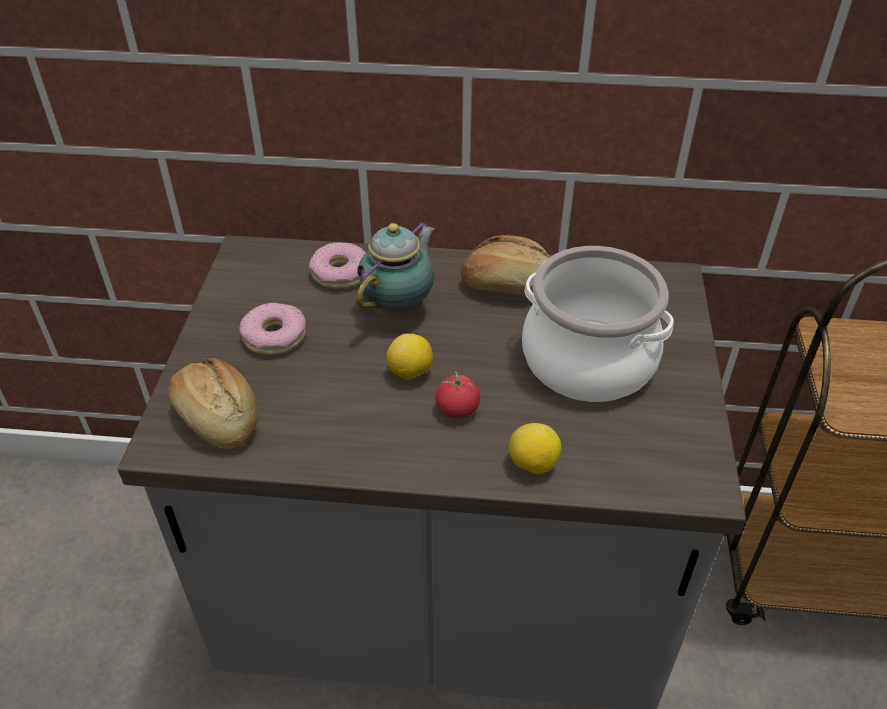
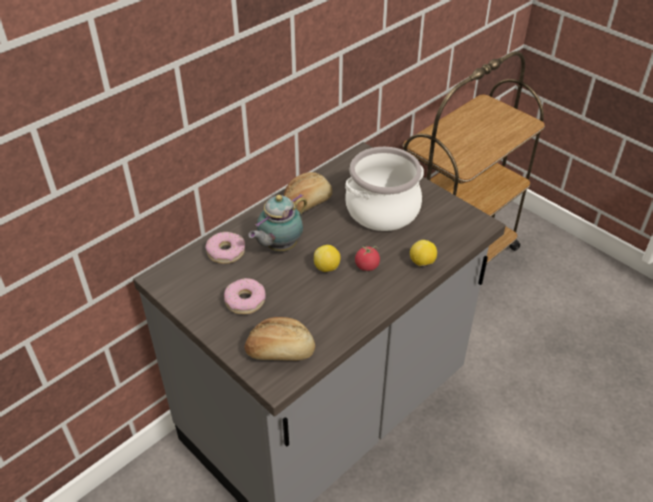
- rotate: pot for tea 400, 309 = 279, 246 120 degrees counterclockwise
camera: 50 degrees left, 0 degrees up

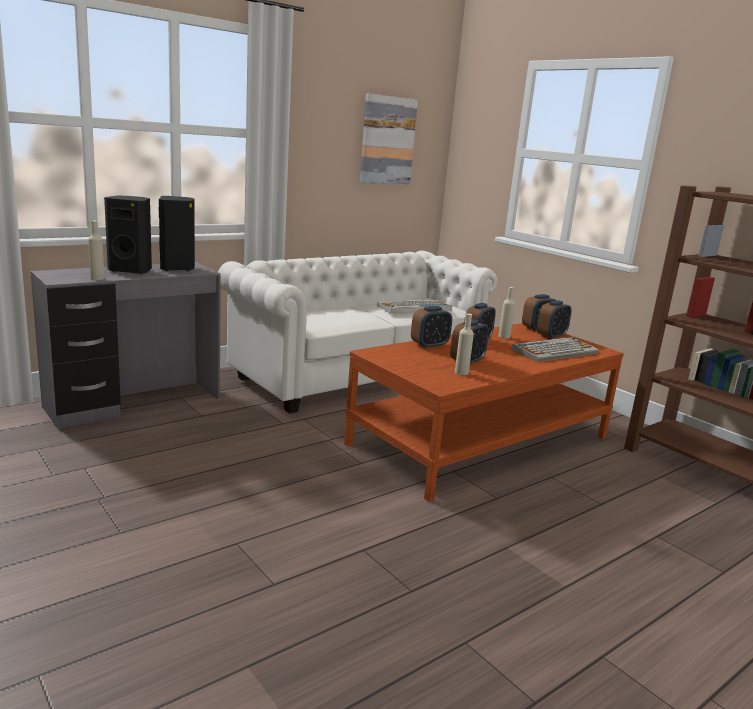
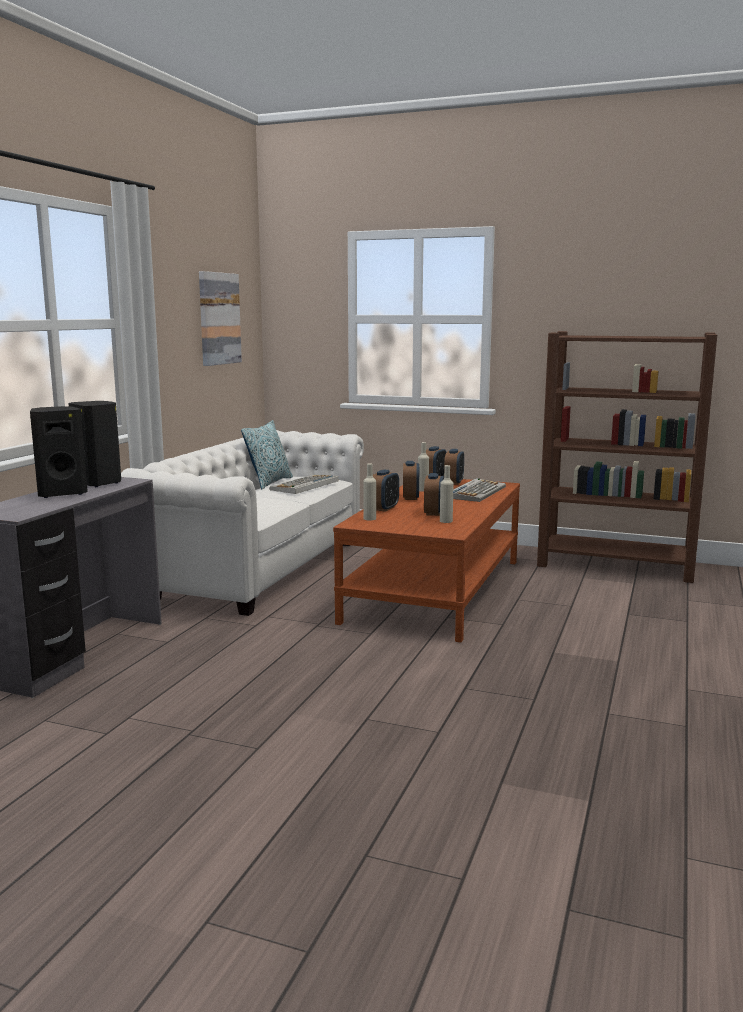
- move: beige-coloured bottle 97, 278 to 369, 518
- insert: throw pillow 269, 482
camera: 30 degrees left, 5 degrees down

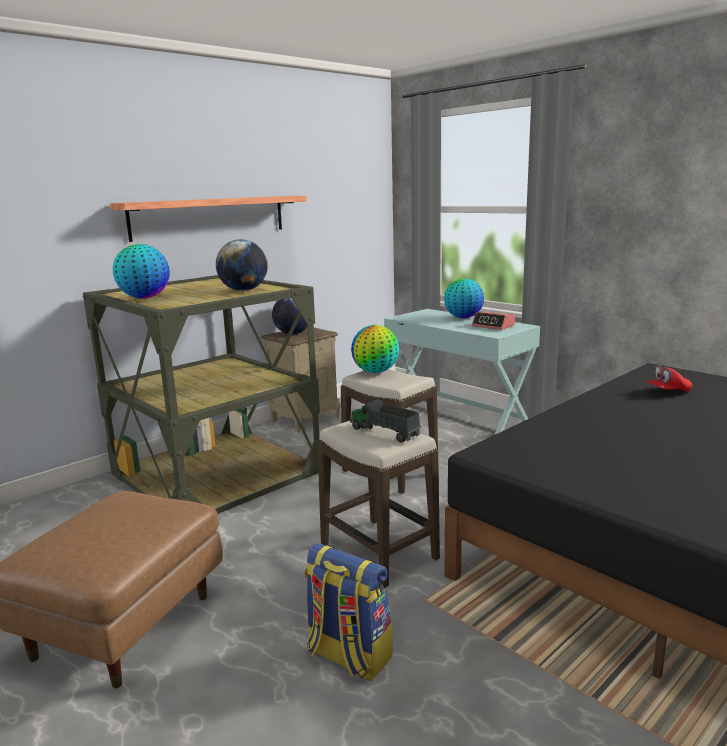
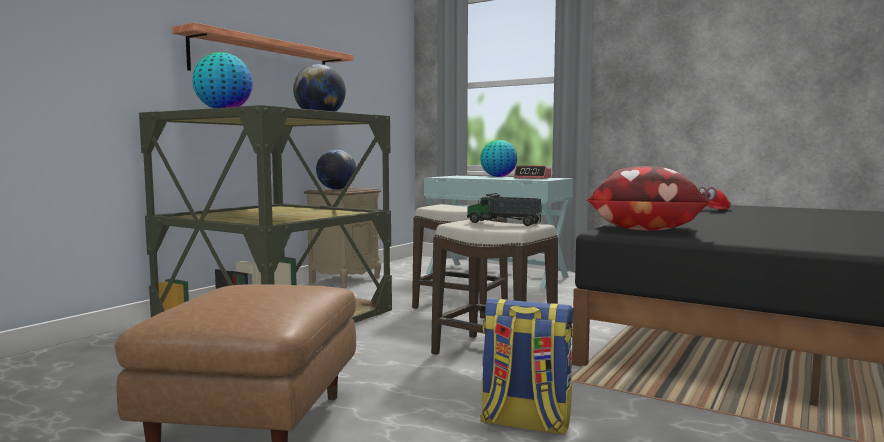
- delete: globe 376, 372
- insert: throw pillow 642, 229
camera: 15 degrees left, 10 degrees down

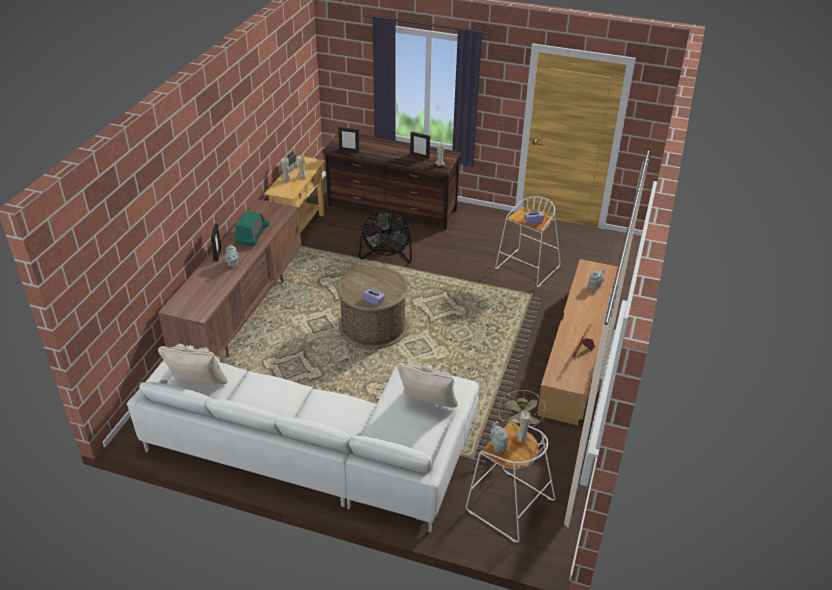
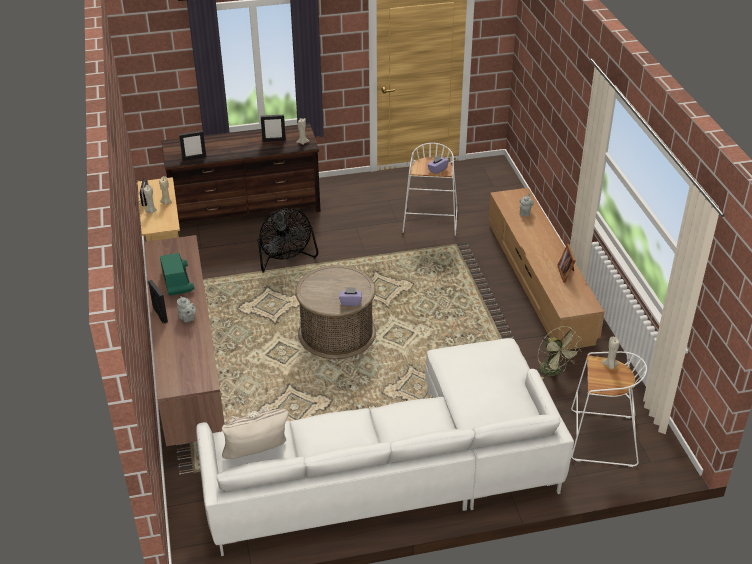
- delete: beige-coloured throw pillow 427, 404
- delete: grey pot for tea 498, 445
camera: 30 degrees left, 0 degrees up

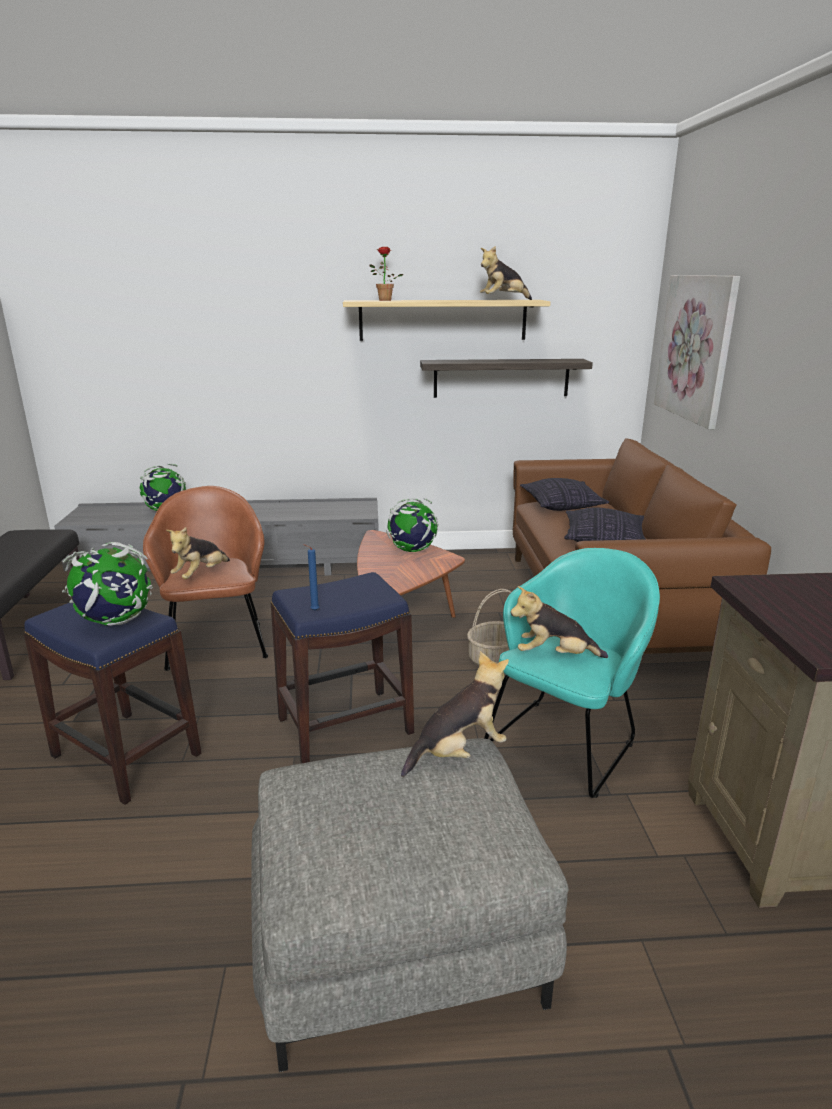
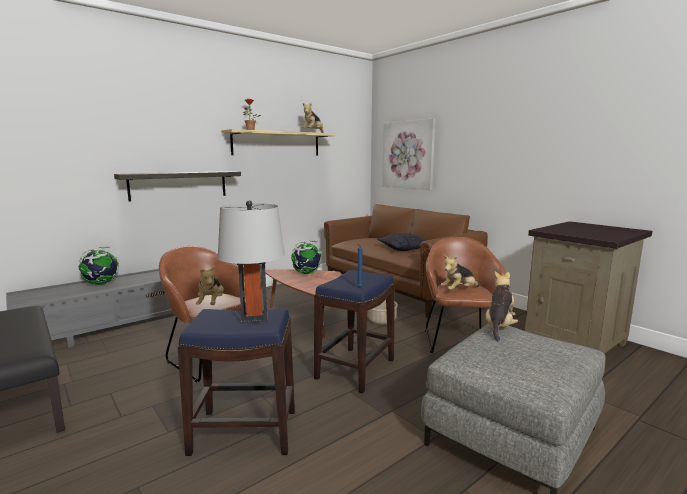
- replace: globe 115, 621 to grey table lamp 254, 317
- move: wall shelf 501, 378 to 179, 185
- recolor: turquoise easy chair 566, 740 to brownish easy chair 458, 340
- delete: throw pillow 562, 506
camera: 35 degrees left, 10 degrees down

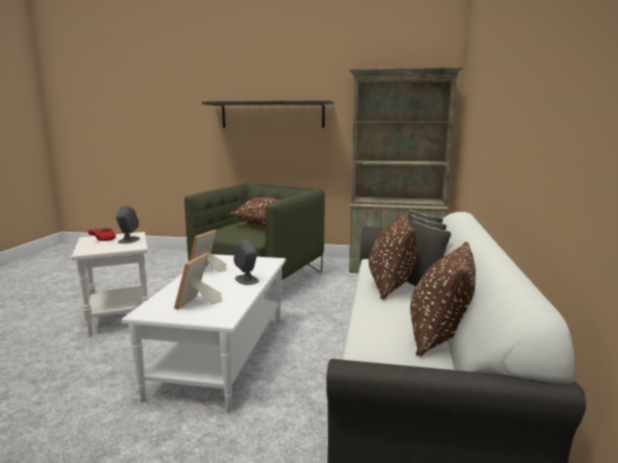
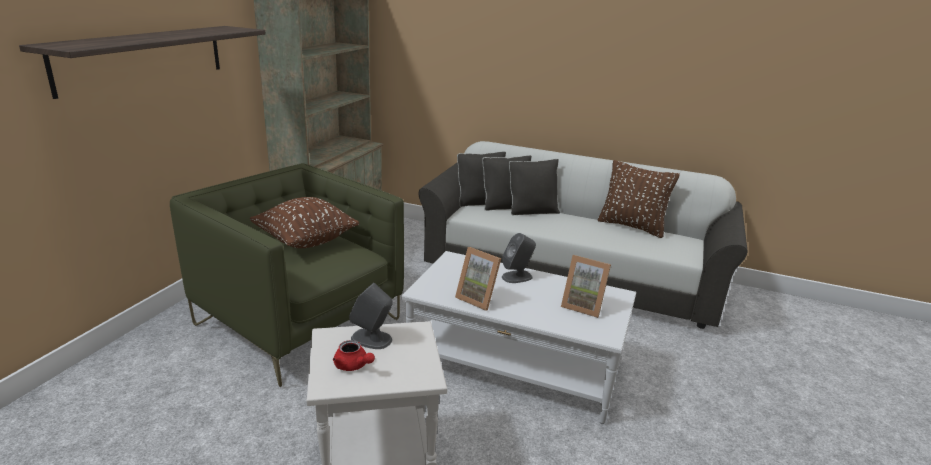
- delete: brownish throw pillow 390, 286
camera: 80 degrees left, 10 degrees up

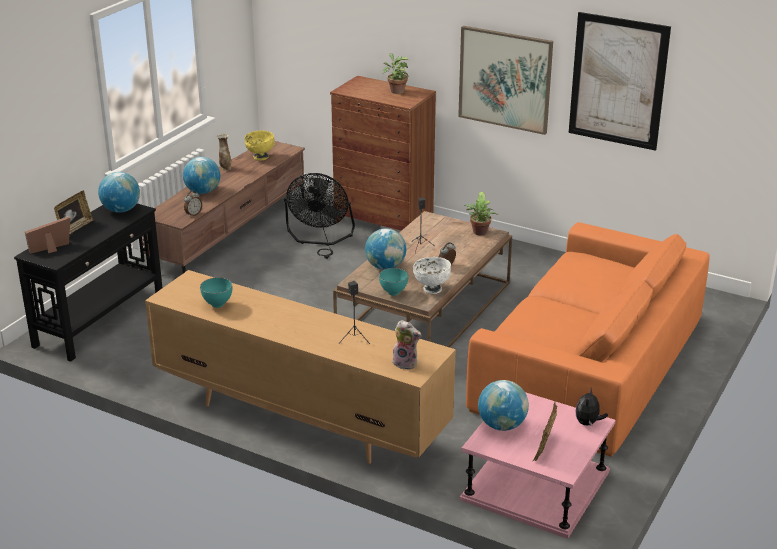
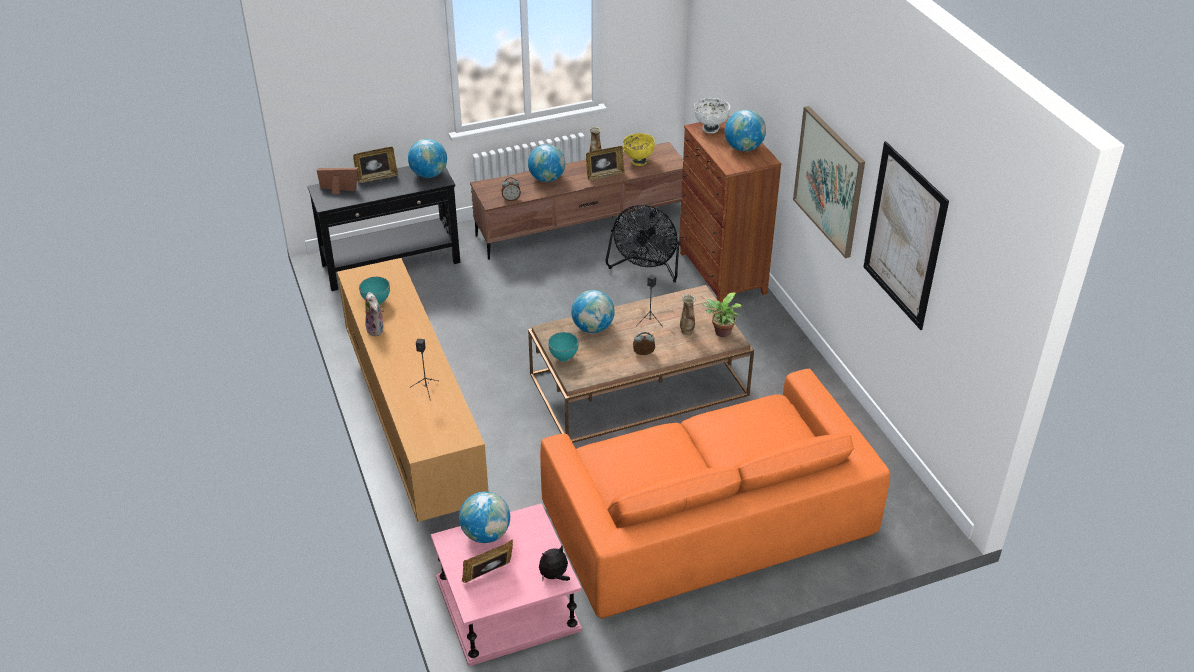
- rotate: black electric fan 319, 240 = 643, 266 150 degrees clockwise
- replace: plant in a pot 396, 91 to globe 743, 148
- move: cuddly toy 406, 363 to 376, 330
- move: white bowl 432, 289 to 710, 128
- insert: photo frame 604, 175
- insert: vase 686, 331
camera: 40 degrees right, 10 degrees up

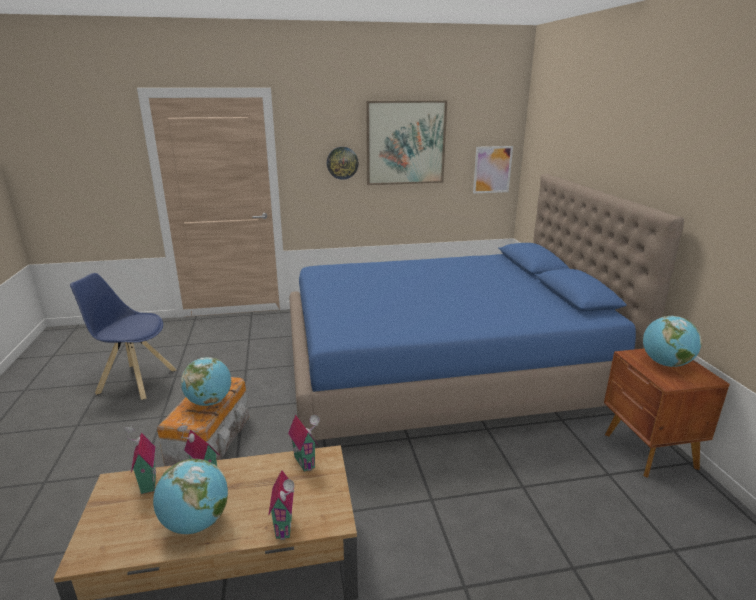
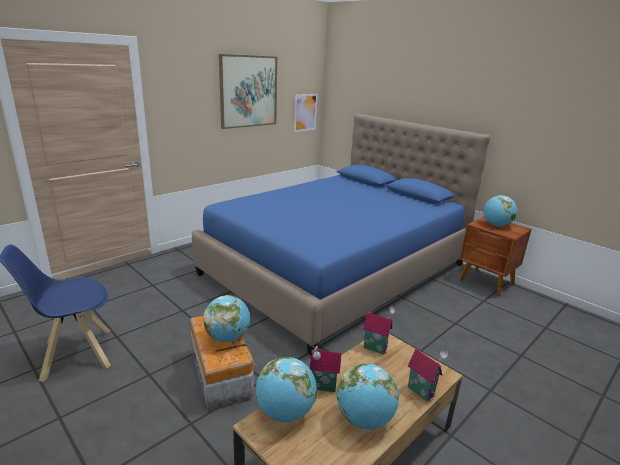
- replace: toy house 146, 483 to globe 285, 412
- delete: hanging clock 342, 163
camera: 35 degrees left, 0 degrees up

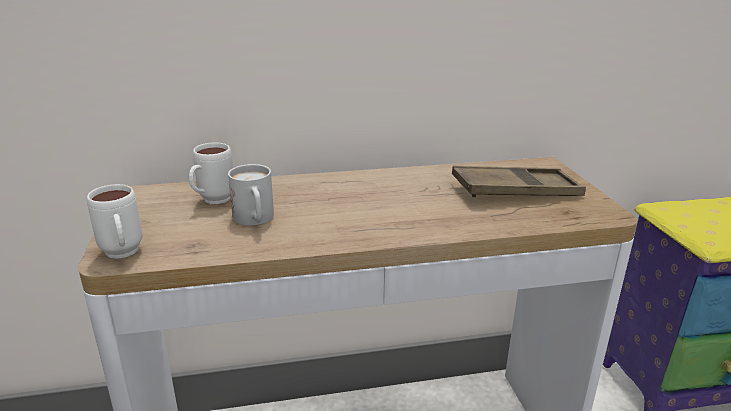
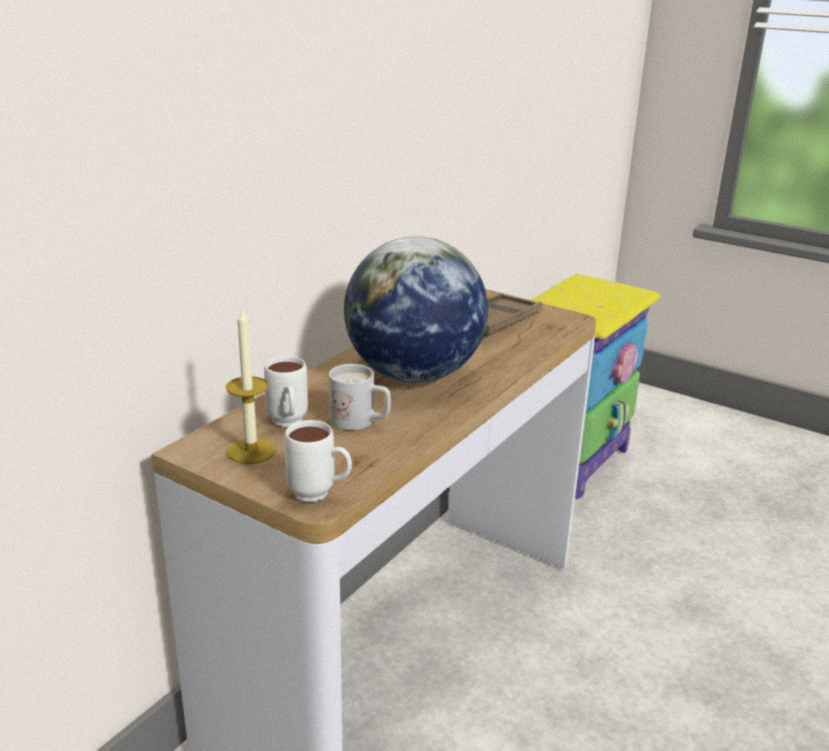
- insert: wax light 251, 451
- insert: globe 413, 375
camera: 45 degrees left, 0 degrees up

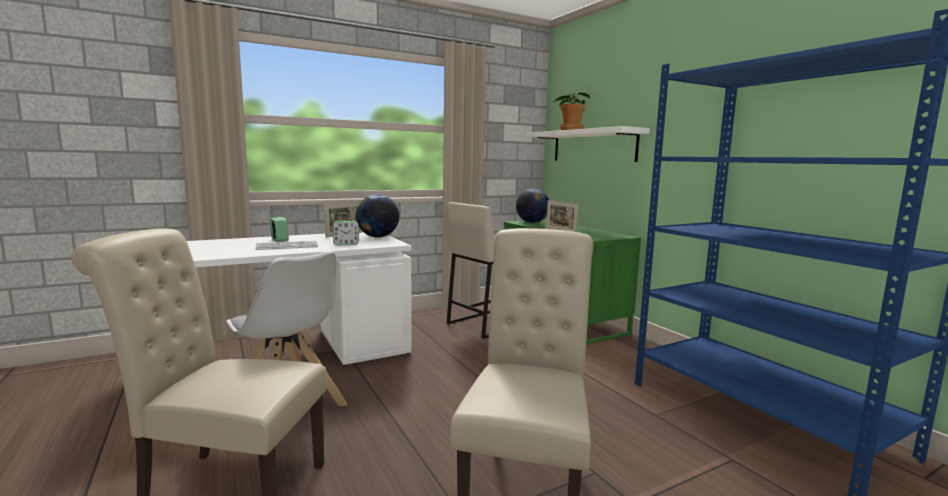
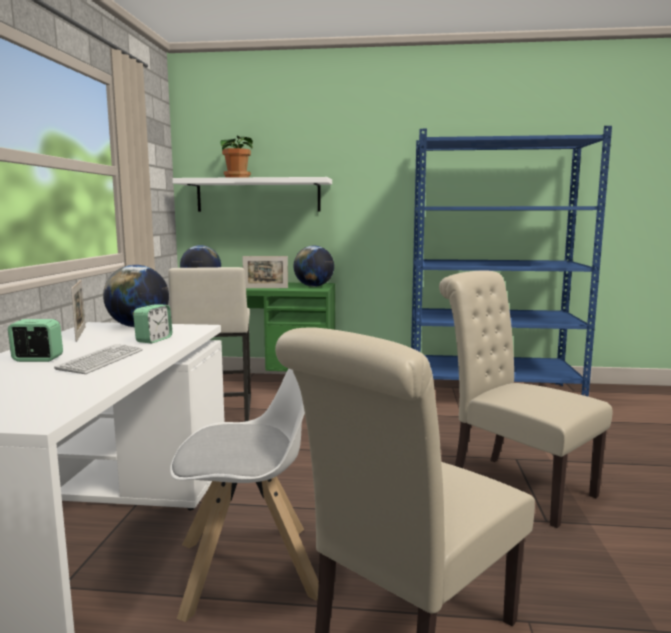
- insert: globe 313, 286
camera: 55 degrees left, 0 degrees up

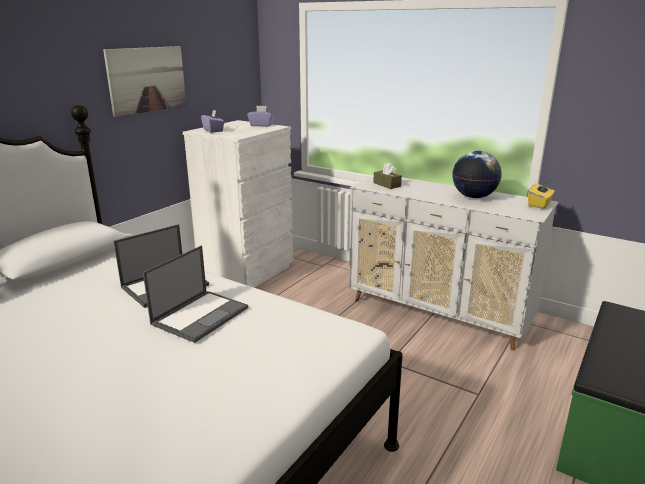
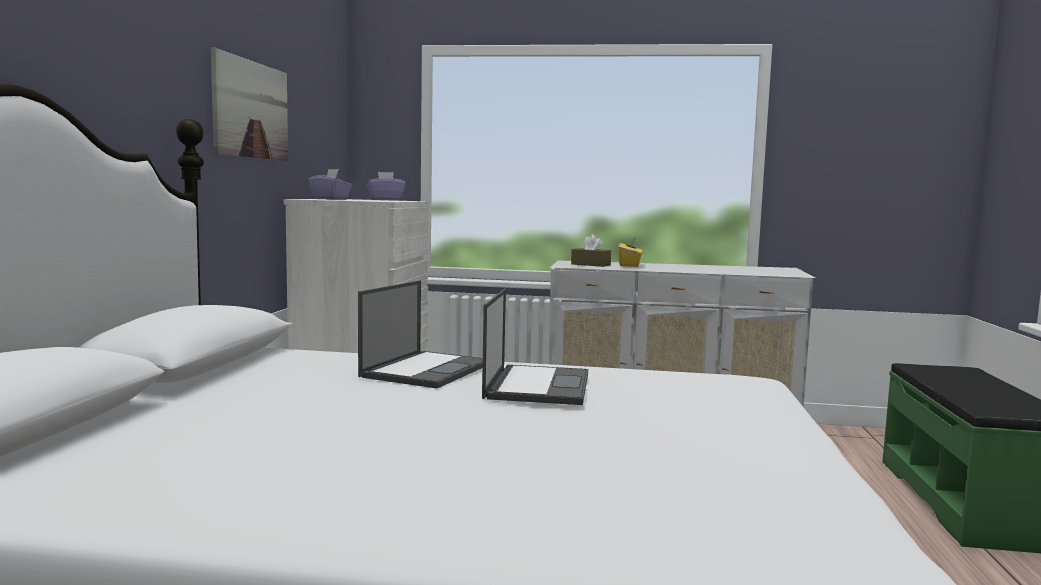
- delete: globe 474, 197
- move: yellowish tissue box 539, 204 to 629, 265
camera: 25 degrees left, 15 degrees down

